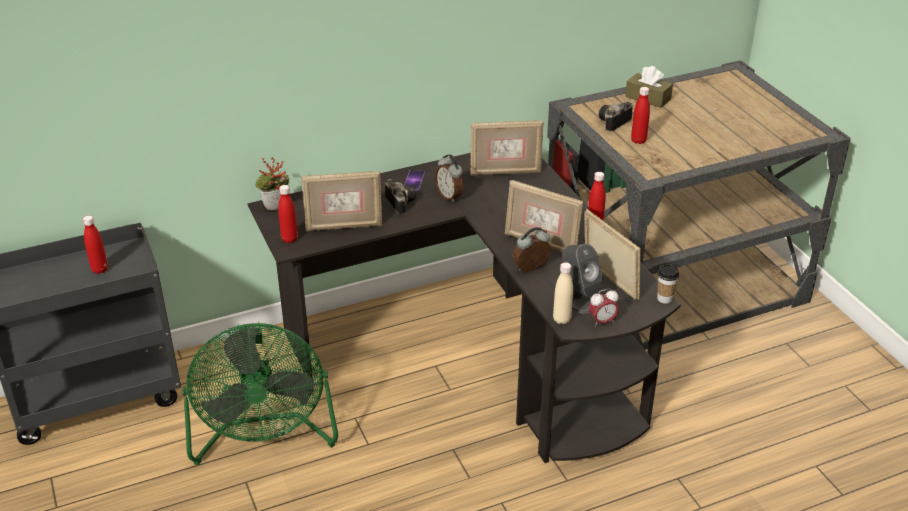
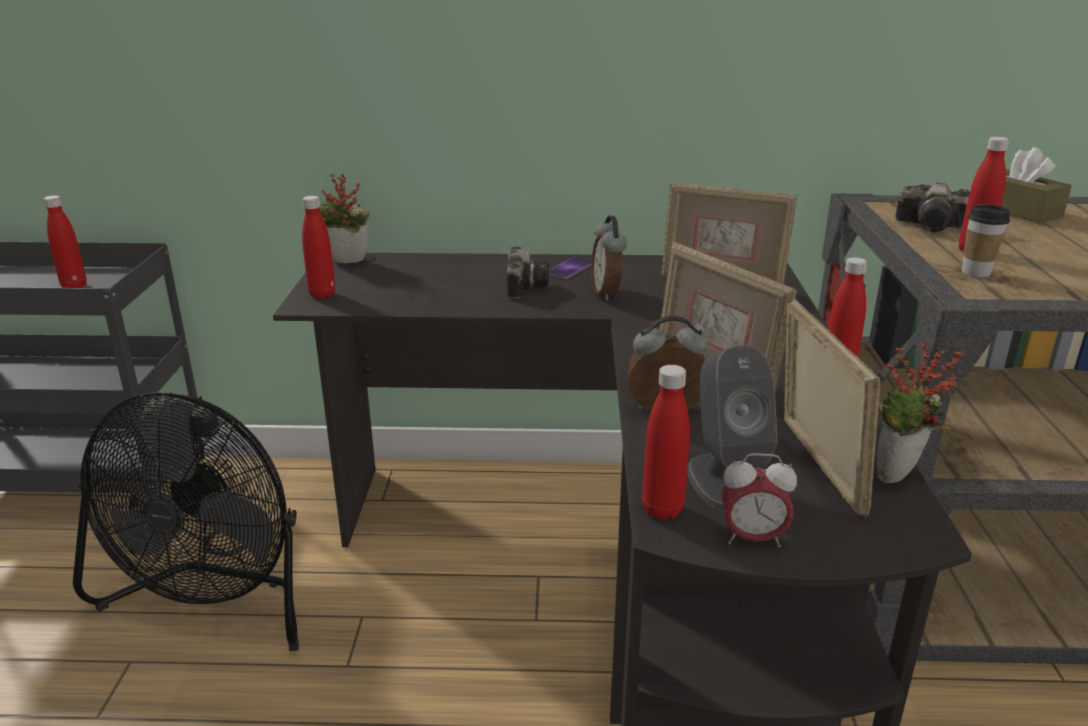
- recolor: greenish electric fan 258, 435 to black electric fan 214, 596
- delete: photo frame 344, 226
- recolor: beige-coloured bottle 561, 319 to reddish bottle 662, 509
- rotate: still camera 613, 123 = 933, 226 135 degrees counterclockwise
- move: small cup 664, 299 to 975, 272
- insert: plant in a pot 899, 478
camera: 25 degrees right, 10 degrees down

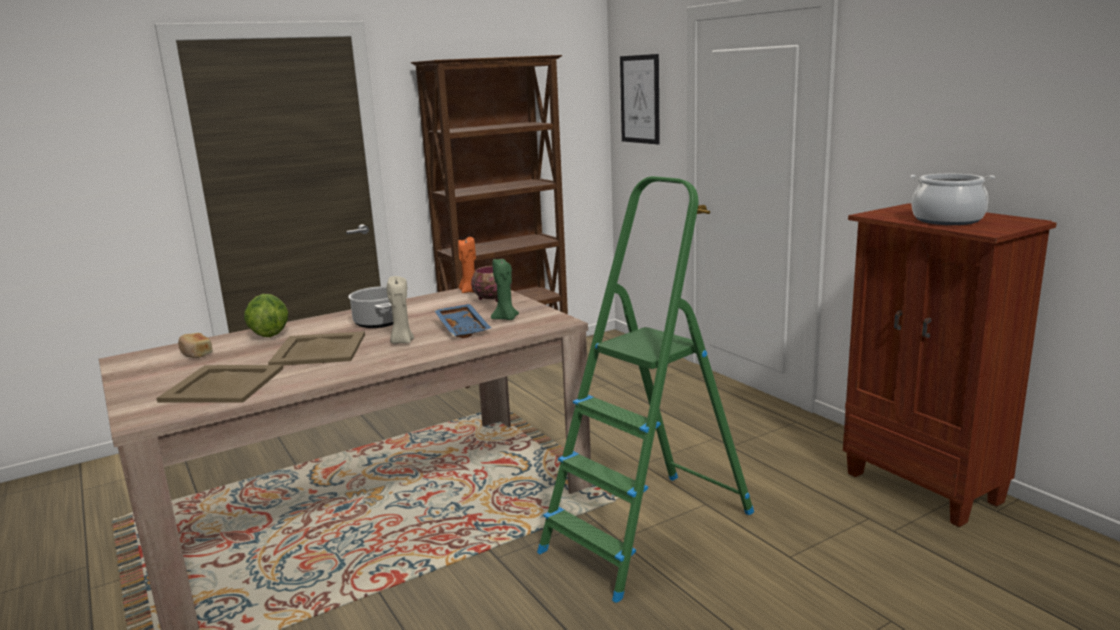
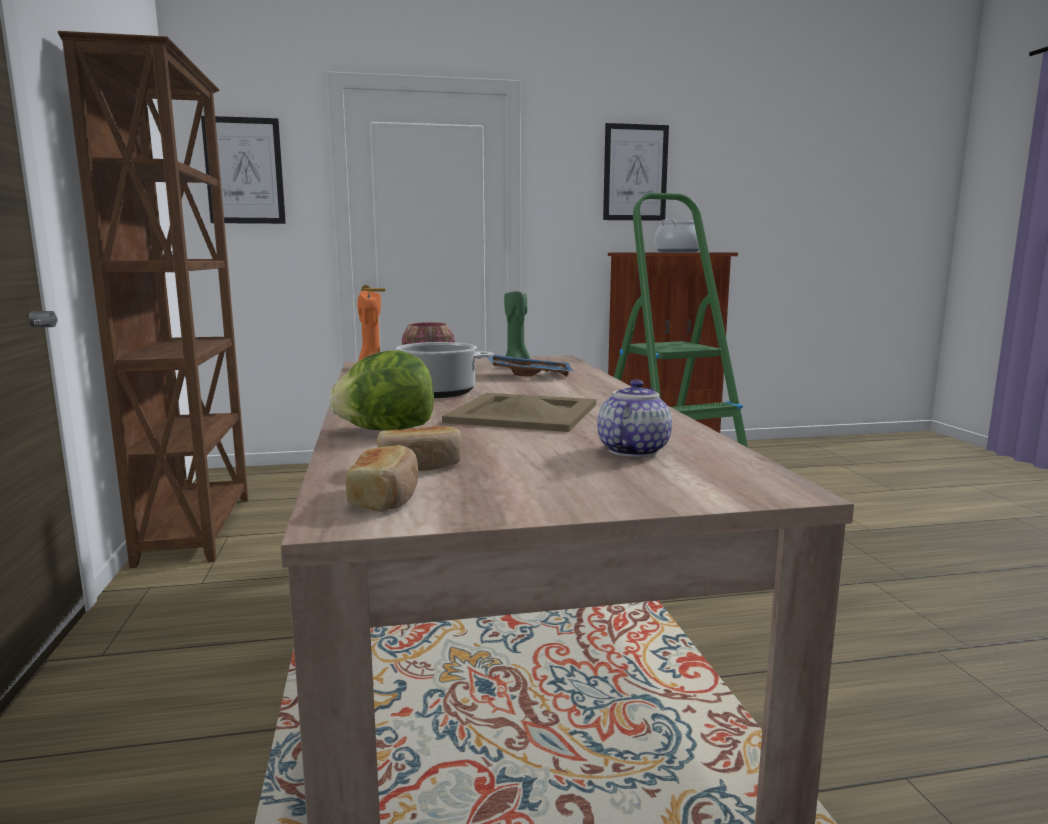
- replace: beige-coloured tray 222, 384 to pot for tea 631, 450
- delete: beige-coloured wax light 402, 342
- insert: bakery bread 386, 497
- insert: wall art 635, 173
camera: 70 degrees left, 5 degrees down

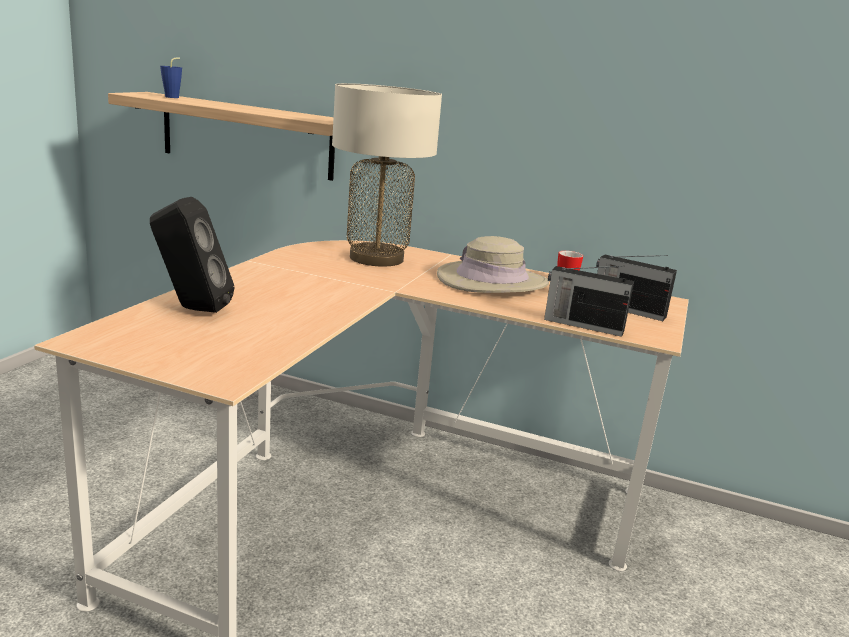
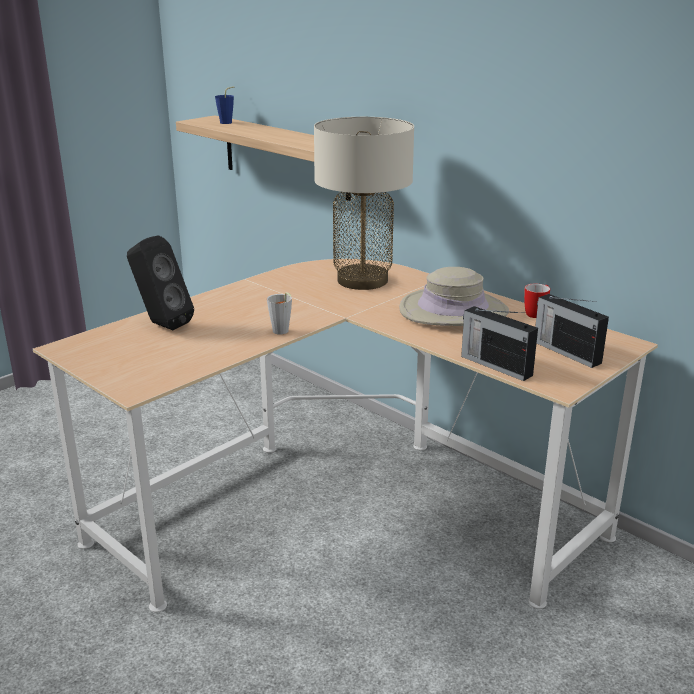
- insert: grey small cup 281, 332
camera: 25 degrees right, 5 degrees up

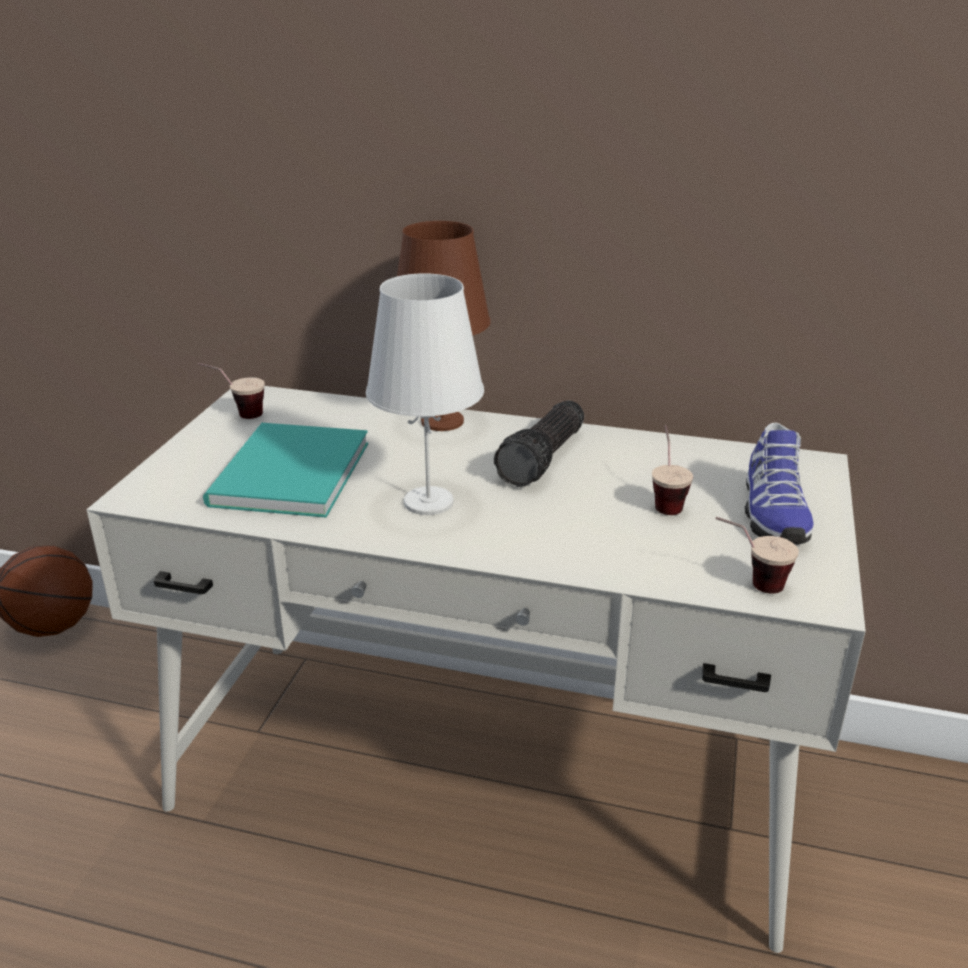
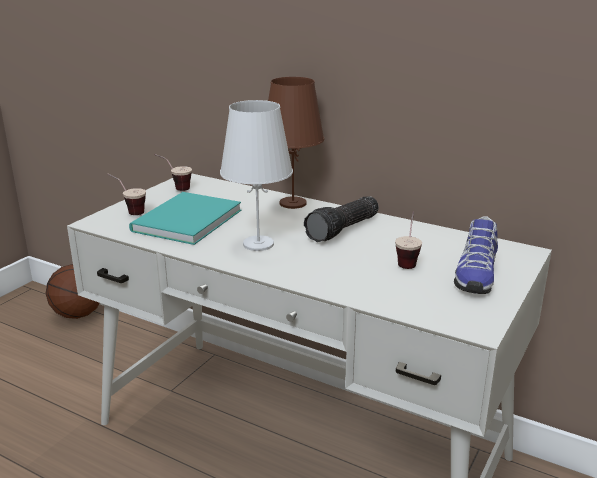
- move: small cup 748, 584 to 128, 211
camera: 15 degrees right, 5 degrees down

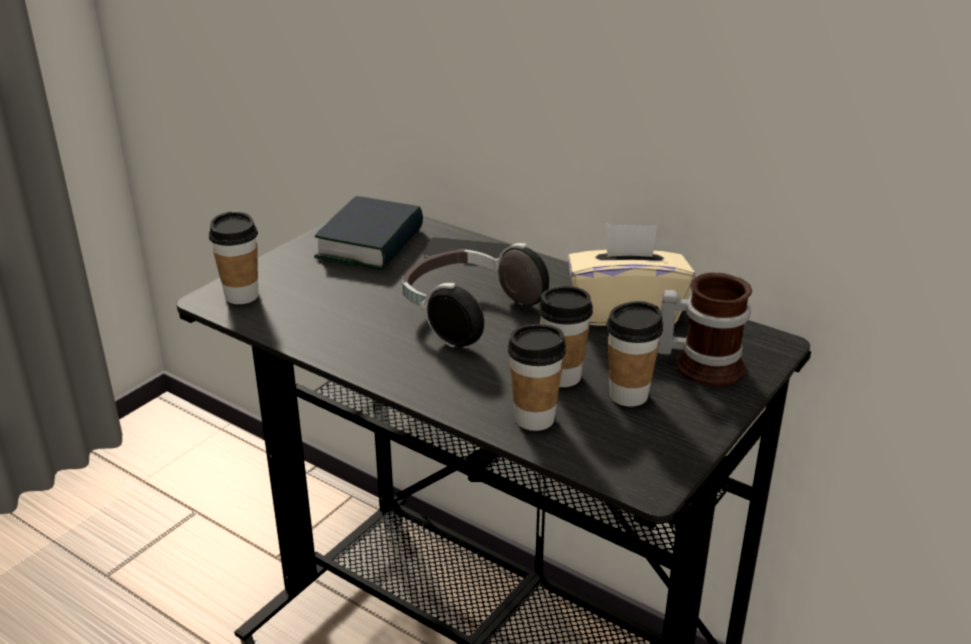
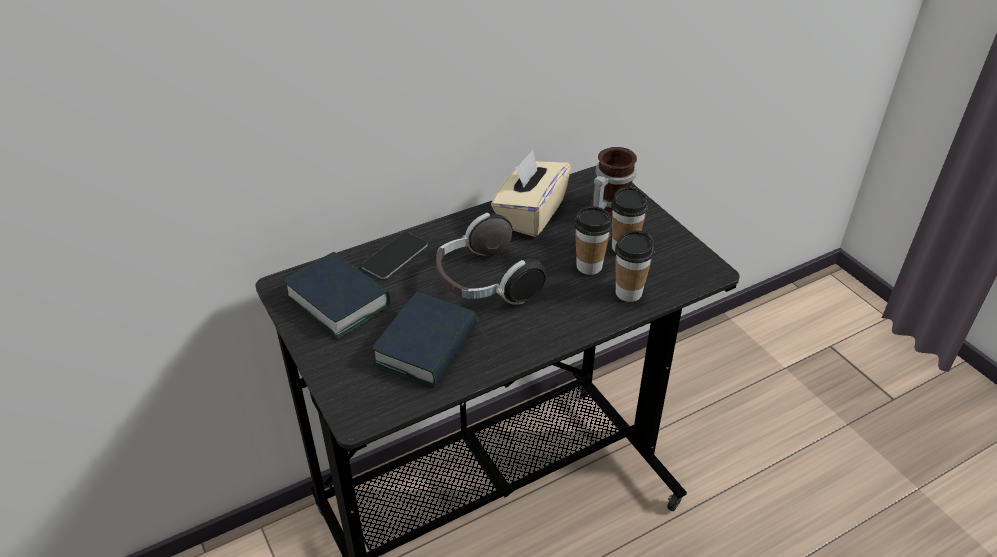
- delete: small cup 242, 296
- insert: volume 426, 347
camera: 65 degrees left, 10 degrees up

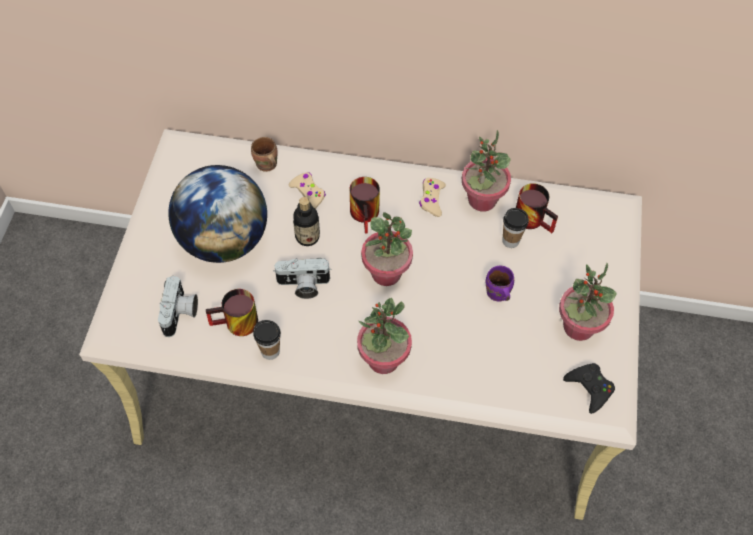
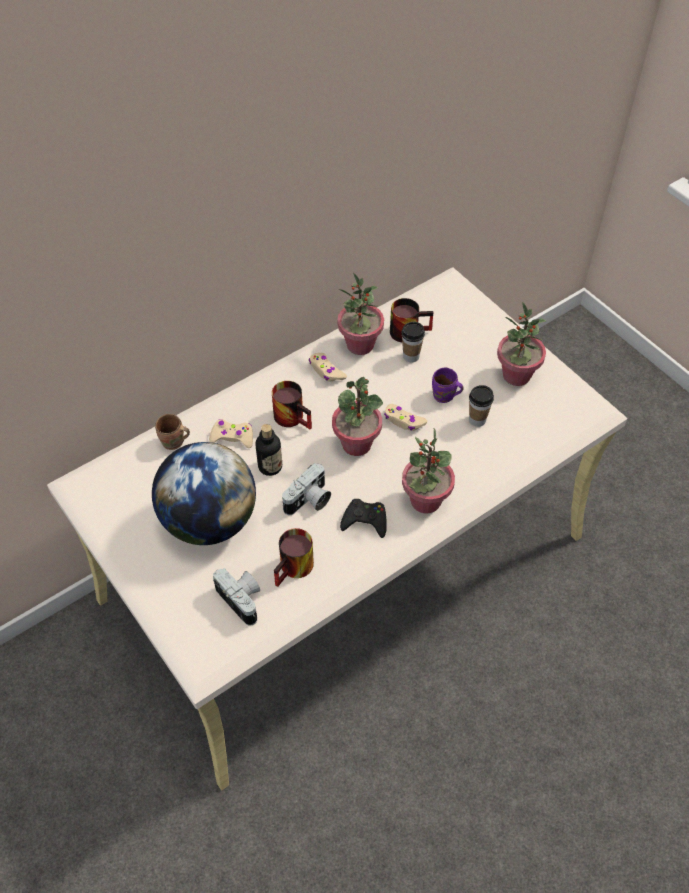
- move: small cup 270, 351 to 477, 420
- move: black gamepad 589, 388 to 365, 521
- insert: beige-coloured gamepad 403, 421
camera: 45 degrees left, 5 degrees down

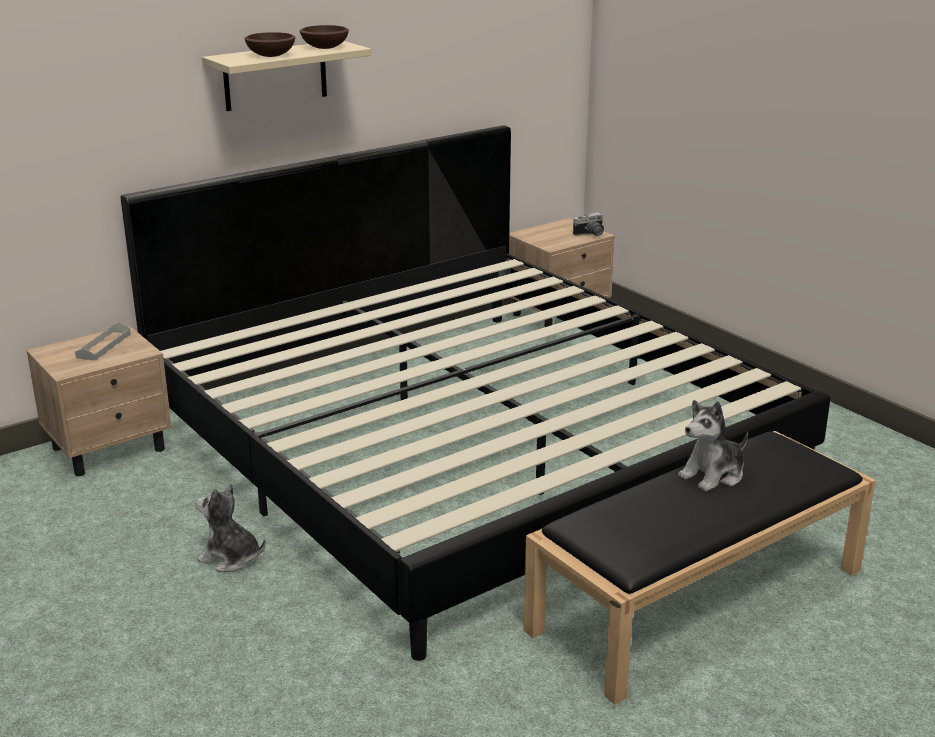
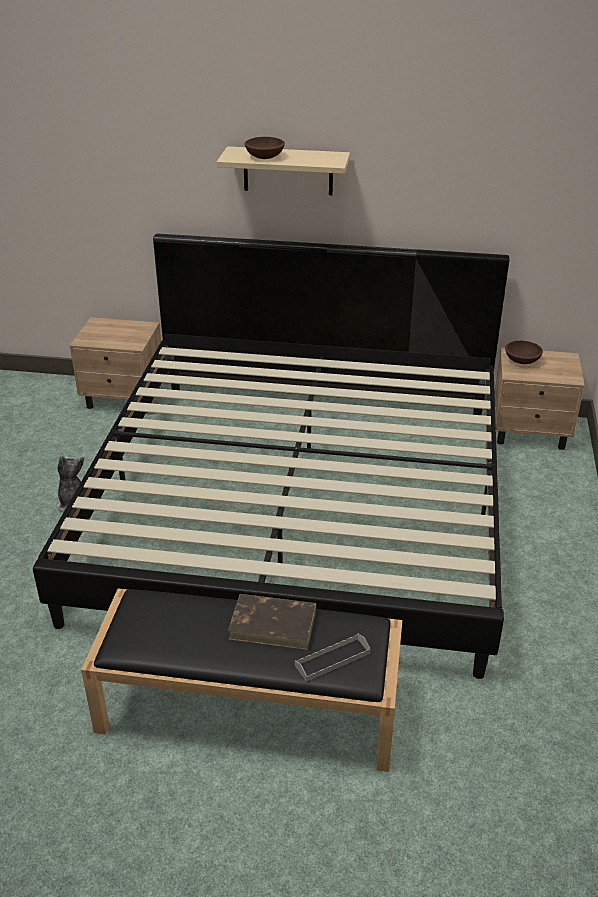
- move: grey tray 103, 345 to 332, 659
- move: brownish bowl 325, 47 to 522, 360
- delete: still camera 590, 234
- replace: cuddly toy 713, 475 to brownish volume 274, 624
camera: 45 degrees right, 10 degrees up

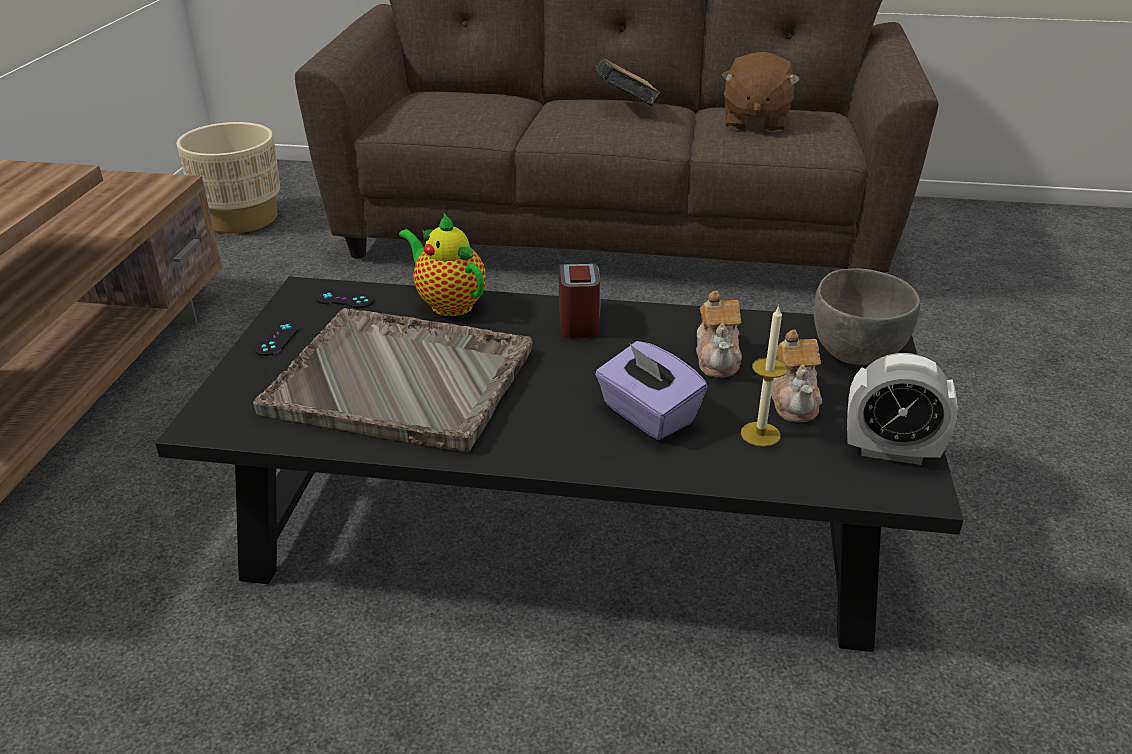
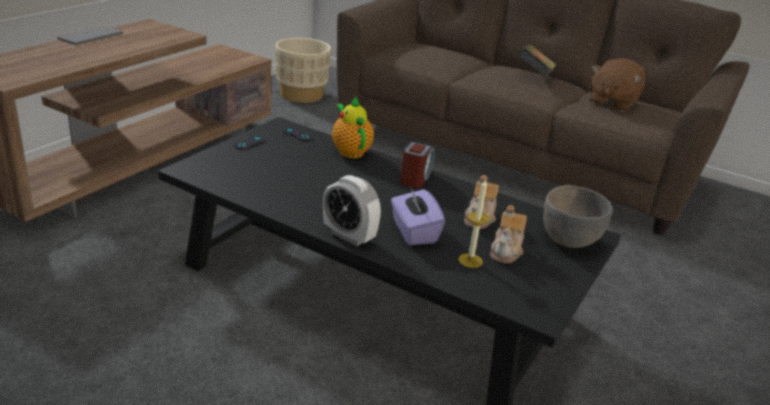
- delete: grey tray 403, 382
- move: table clock 890, 451 to 349, 236
camera: 20 degrees right, 5 degrees down

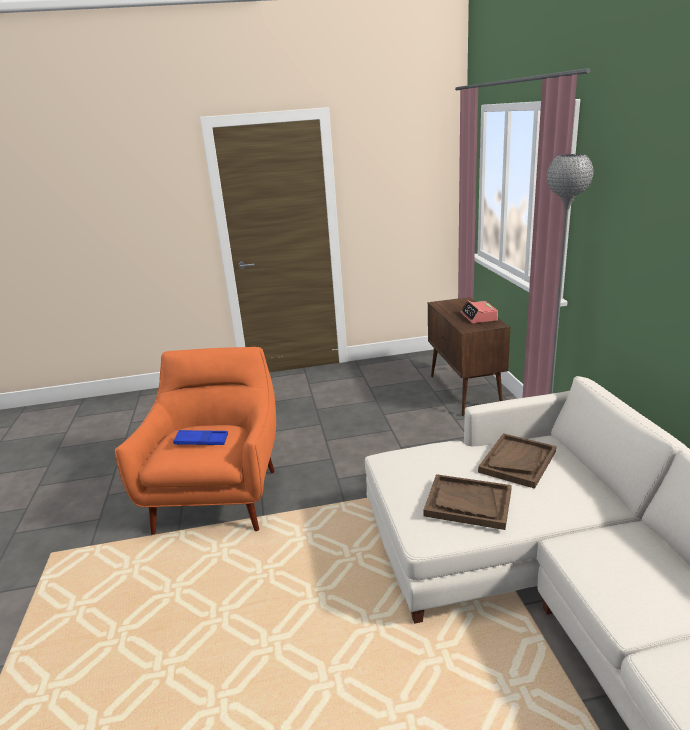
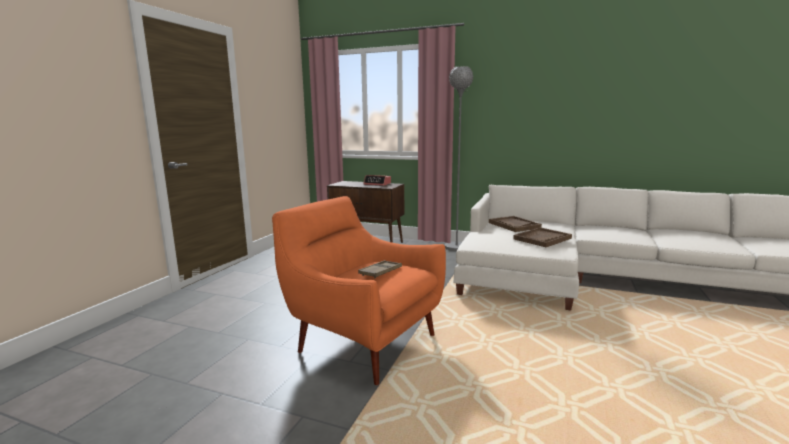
- recolor: blue-coloured tray 201, 441 to brownish tray 380, 272
camera: 60 degrees left, 10 degrees down

